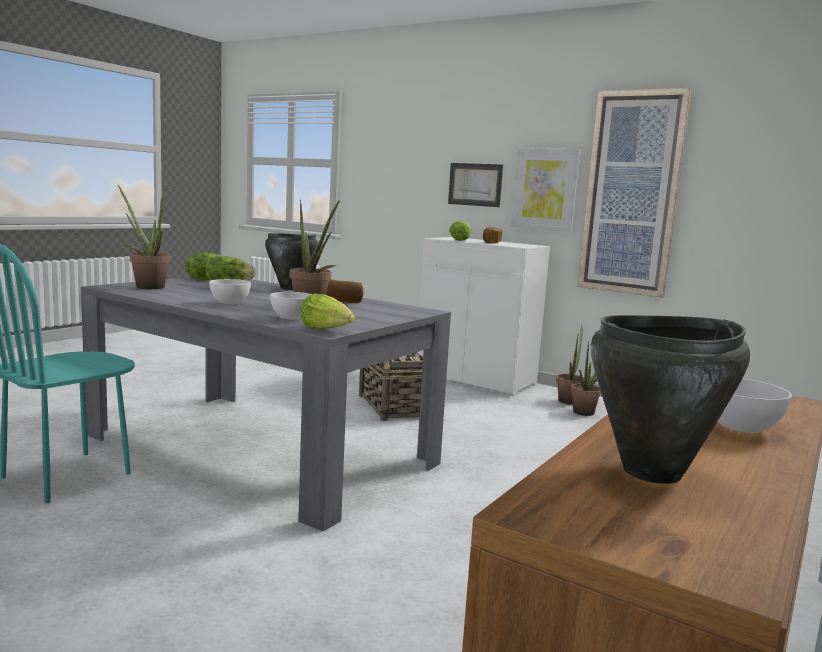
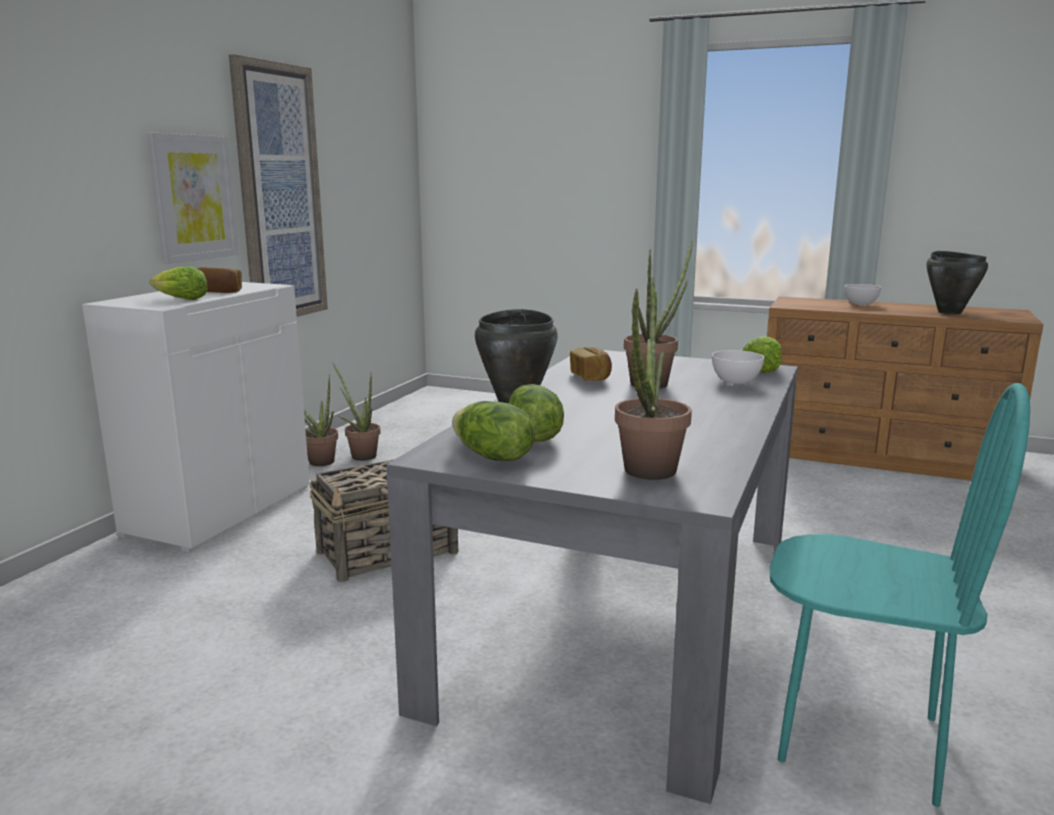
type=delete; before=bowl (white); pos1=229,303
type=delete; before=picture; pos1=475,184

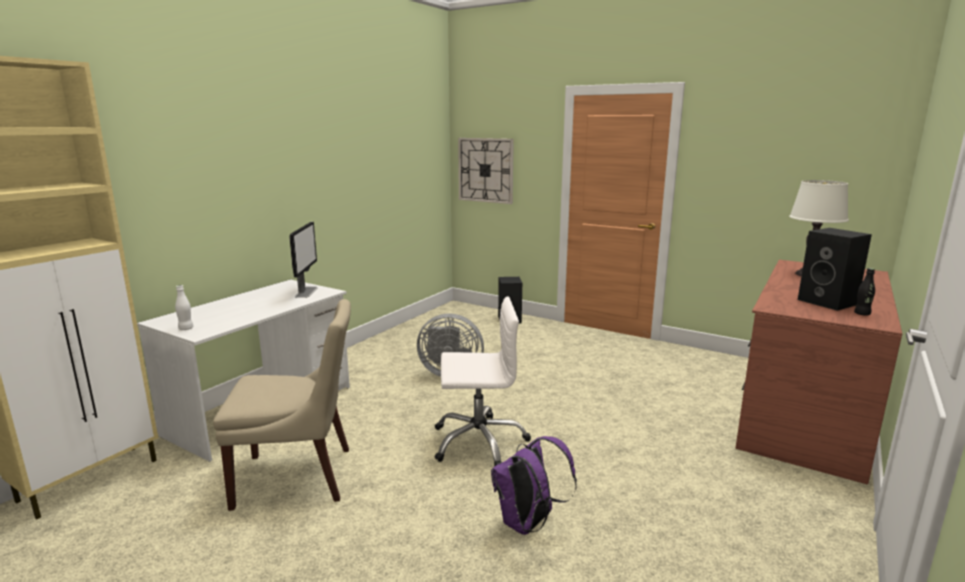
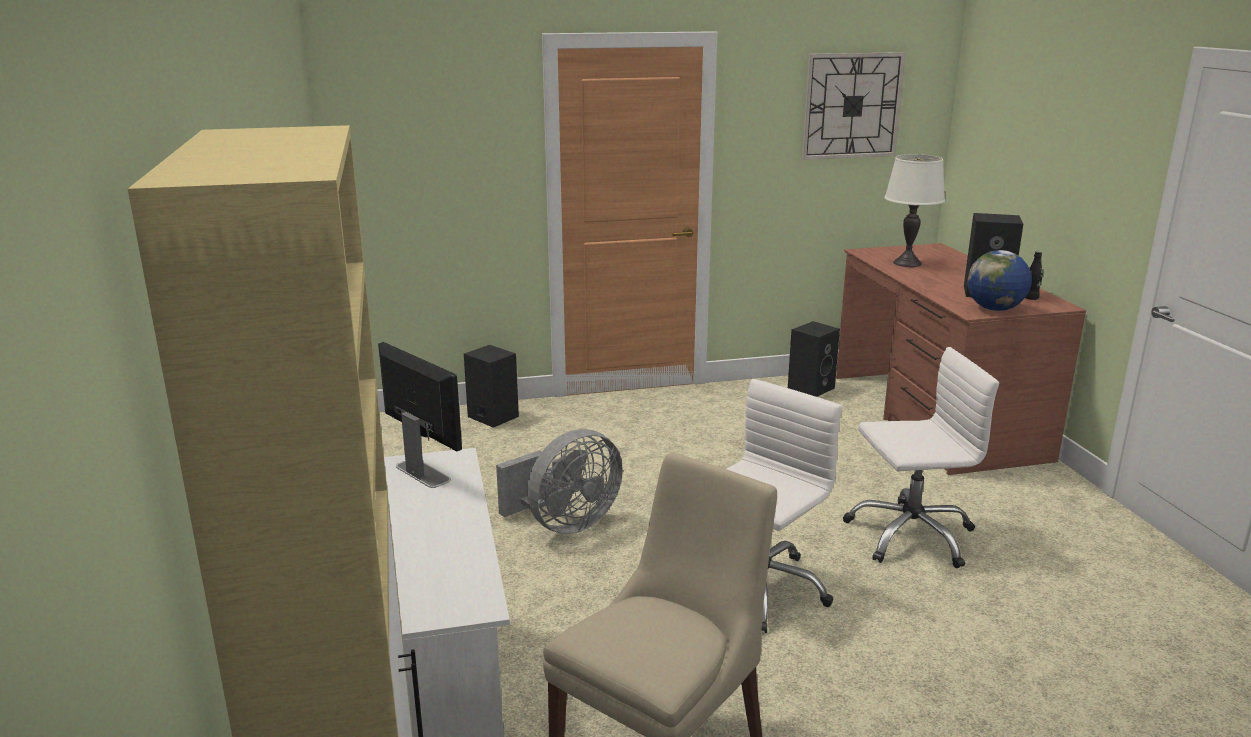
type=delete; before=bottle (white); pos1=186,328
type=move; before=wall clock; pos1=485,170; pos2=852,106
type=delete; before=backpack (purple); pos1=528,524
type=insert; after=speaker (black); pos2=810,388
type=insert; after=office chair (white); pos2=910,535
type=insert; after=globe; pos2=995,309

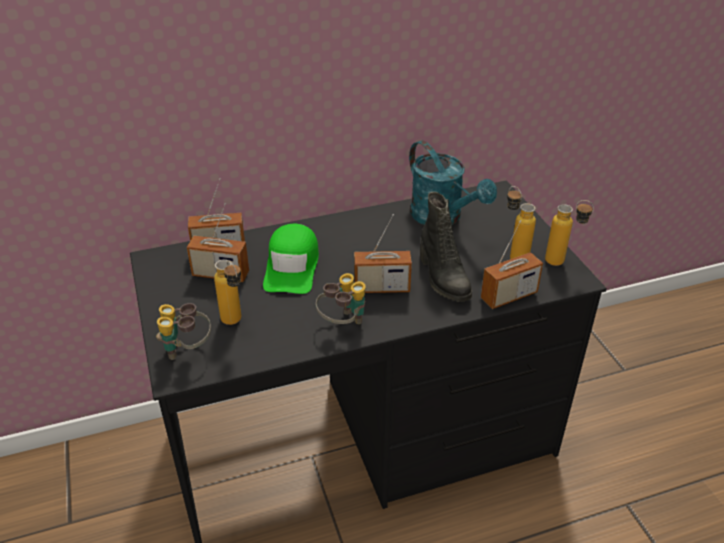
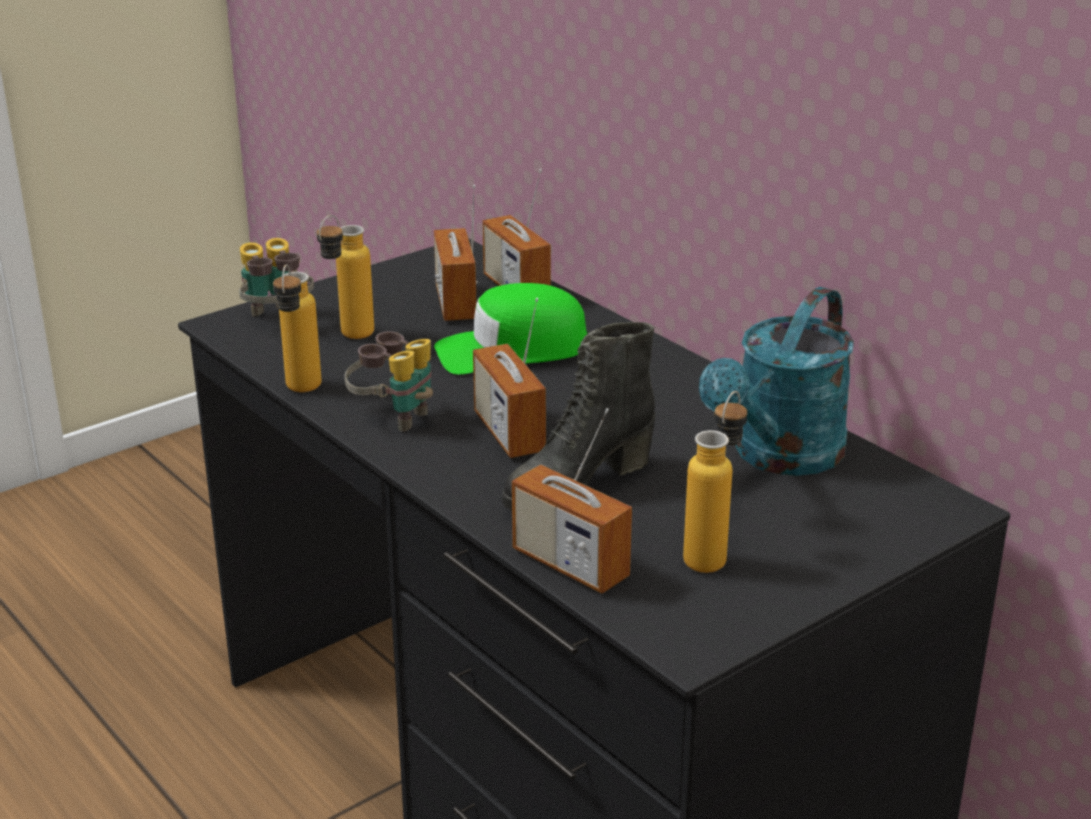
type=move; before=bottle; pos1=562,262; pos2=300,392

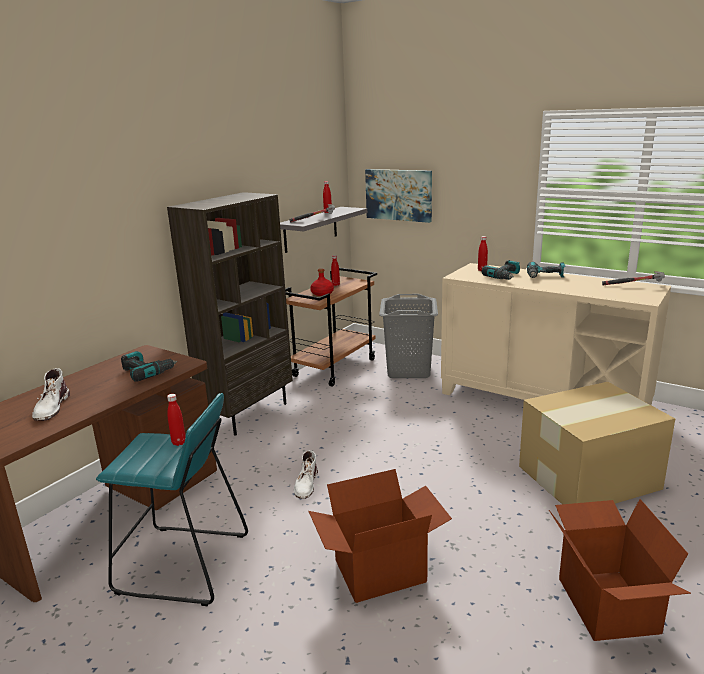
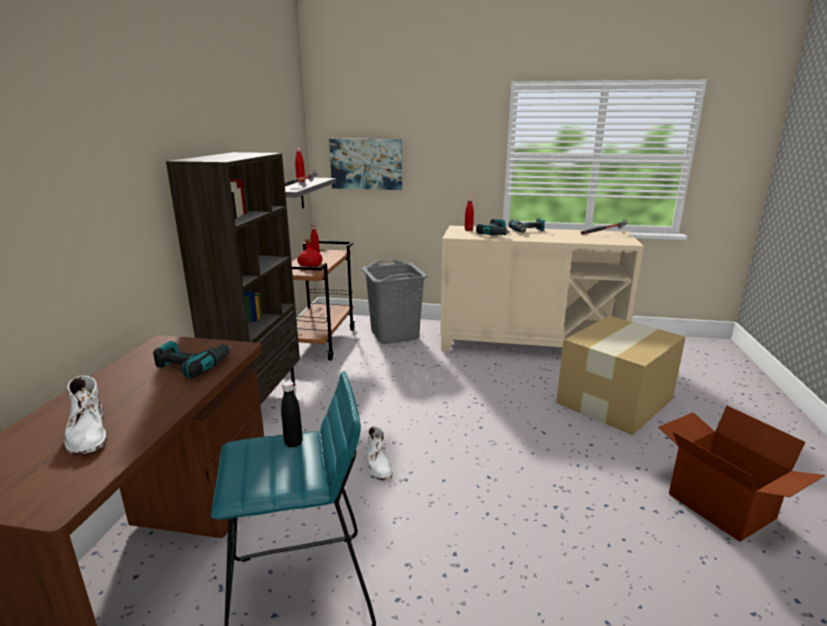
type=recolor; before=bottle (red); after=bottle (black); pos1=179,442; pos2=293,443
type=delete; before=cardboard box; pos1=379,569

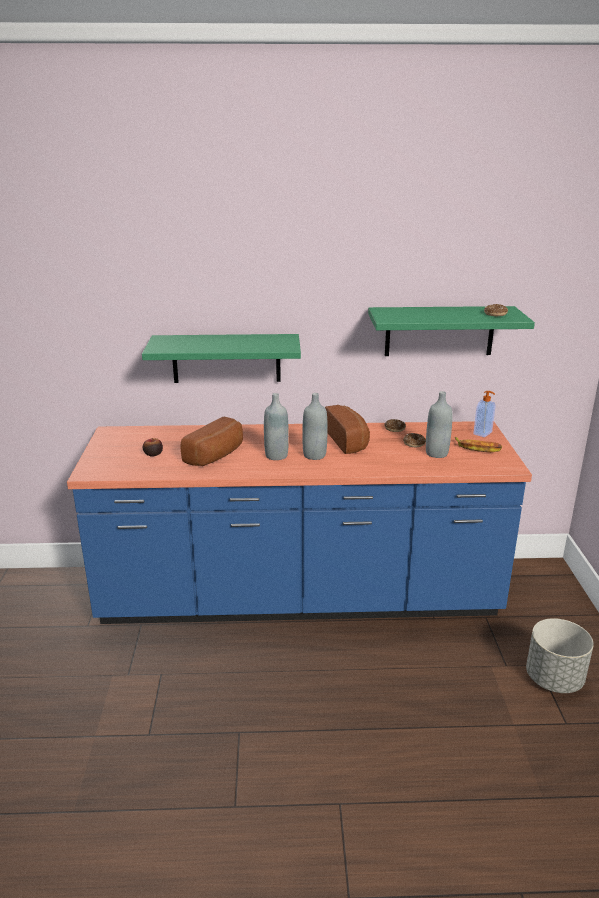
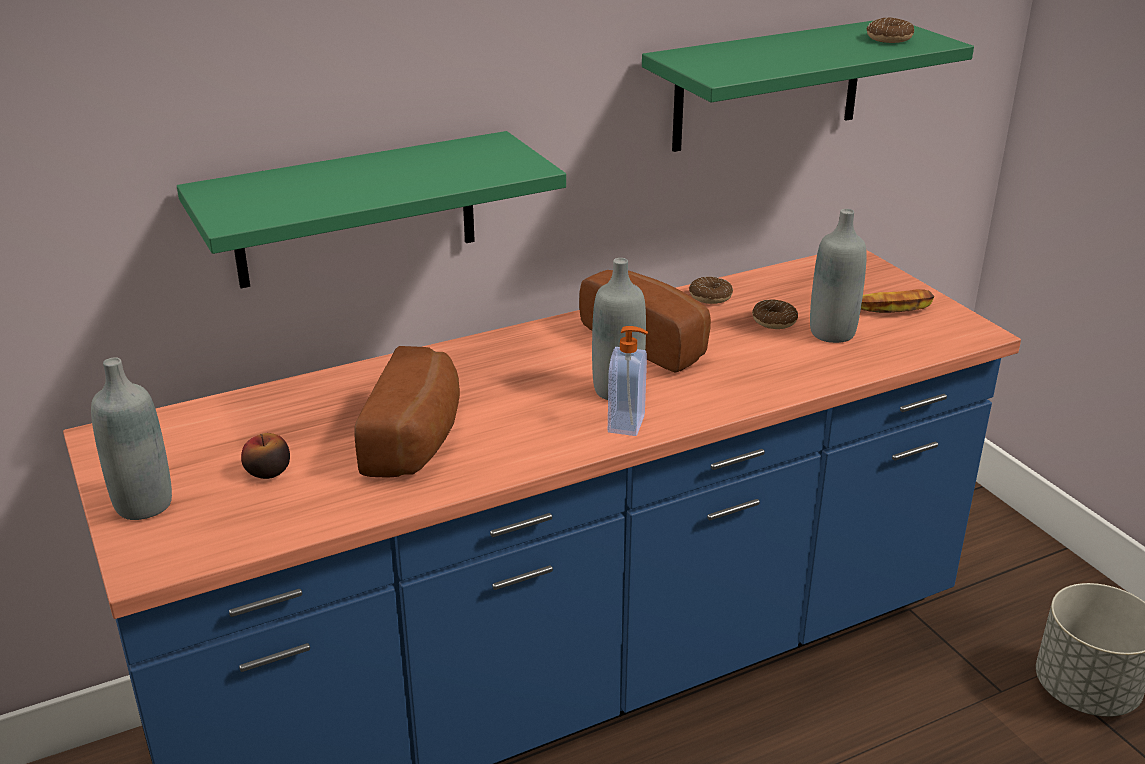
type=move; before=bottle (grey); pos1=276,455; pos2=143,504
type=move; before=soap dispenser; pos1=483,433; pos2=628,424

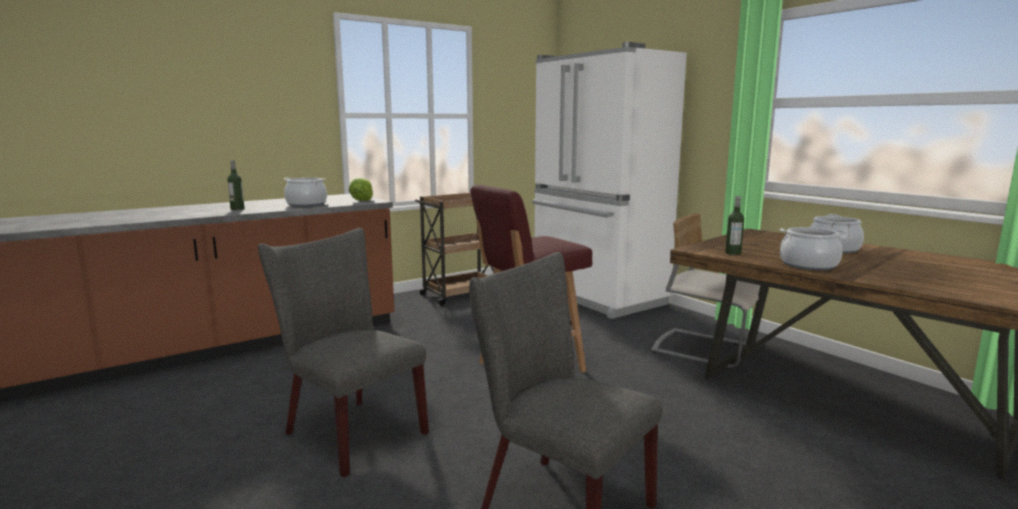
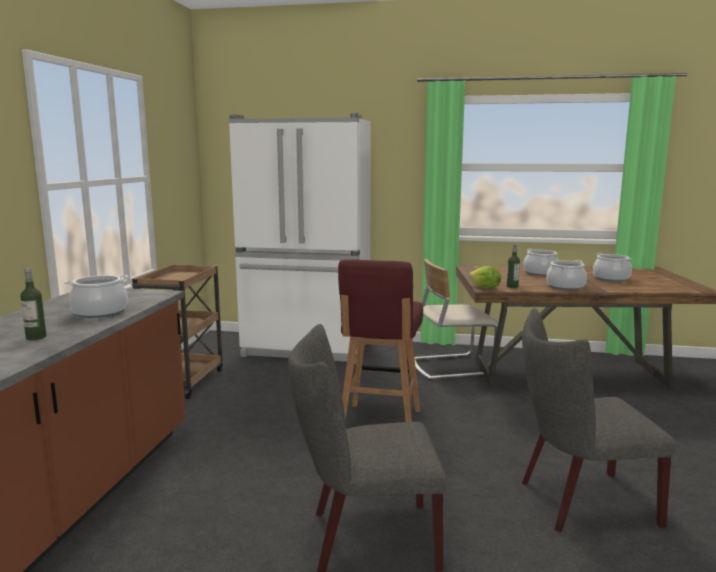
type=move; before=lettuce; pos1=362,200; pos2=485,288
type=insert; after=cooking pot; pos2=611,278

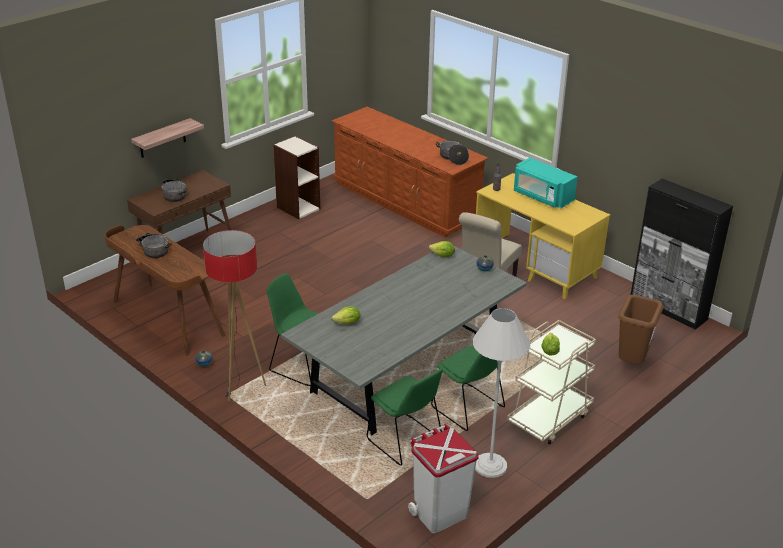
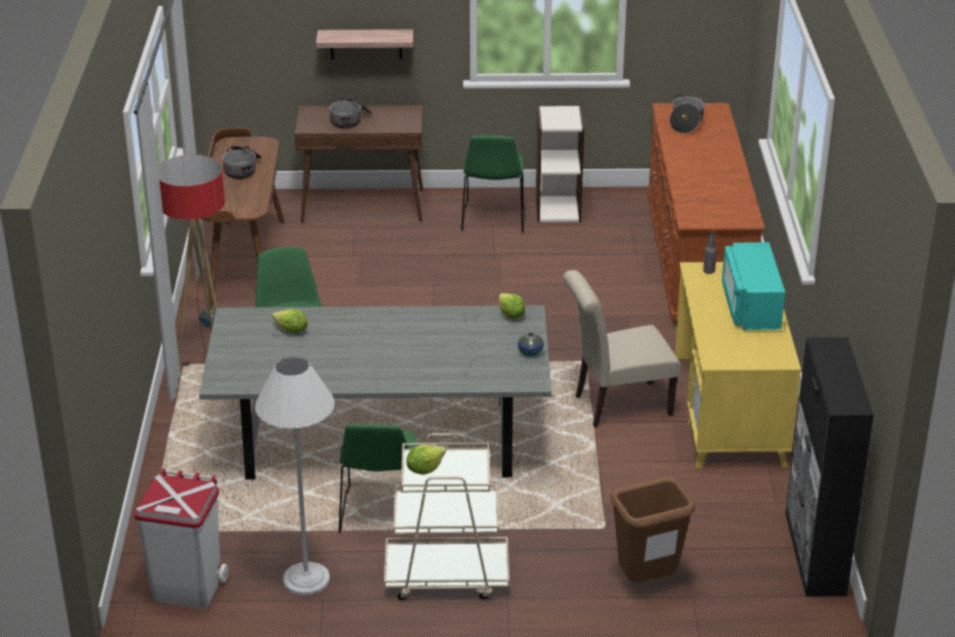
type=move; before=chair (green); pos1=406,441; pos2=493,220
type=move; before=cooking pot; pos1=452,158; pos2=686,122

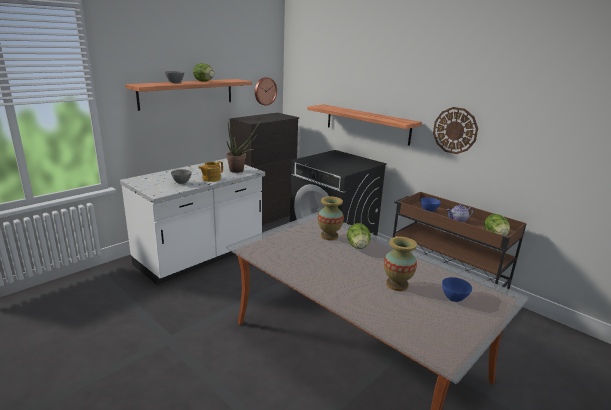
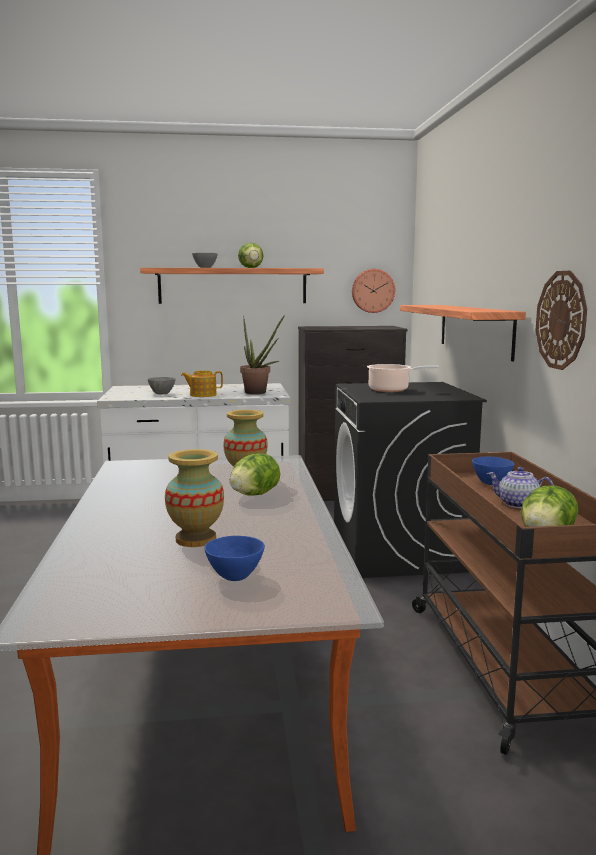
type=insert; after=cooking pot; pos2=391,390

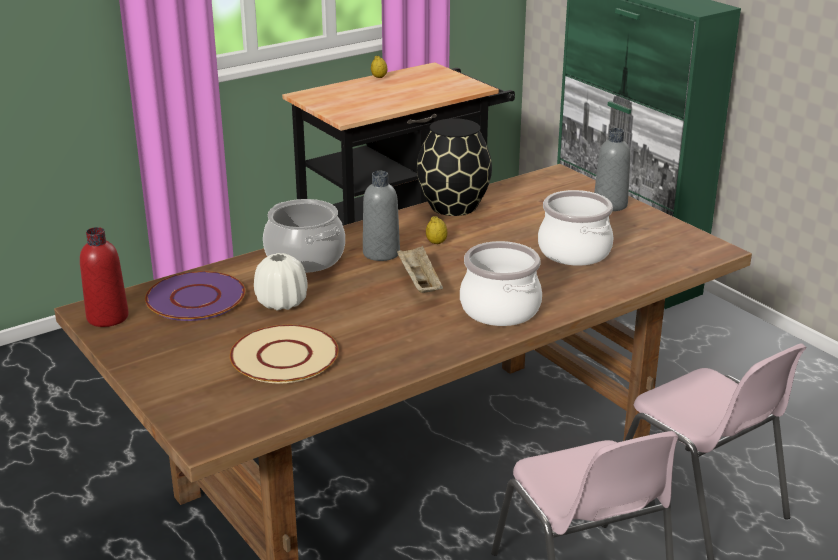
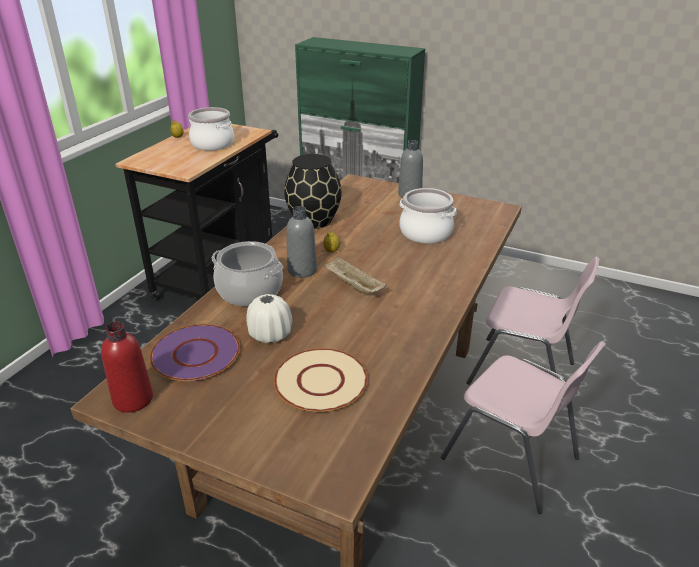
type=move; before=cooking pot; pos1=499,310; pos2=212,144

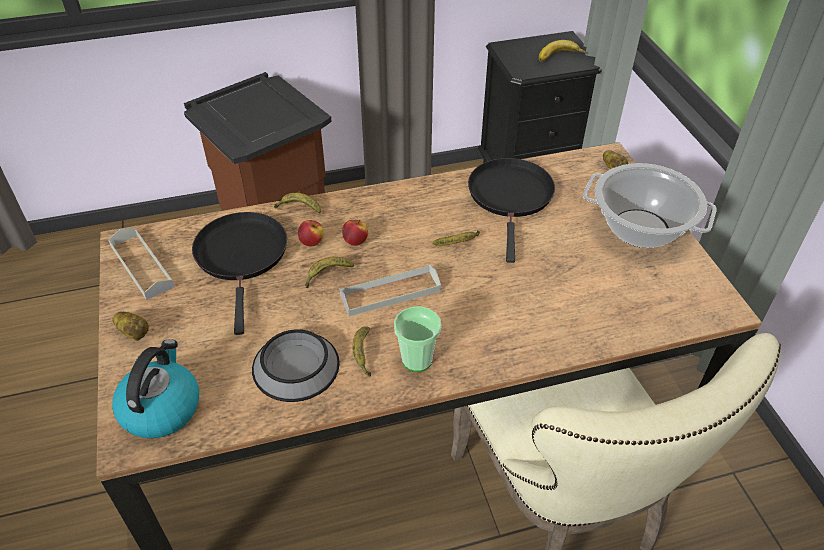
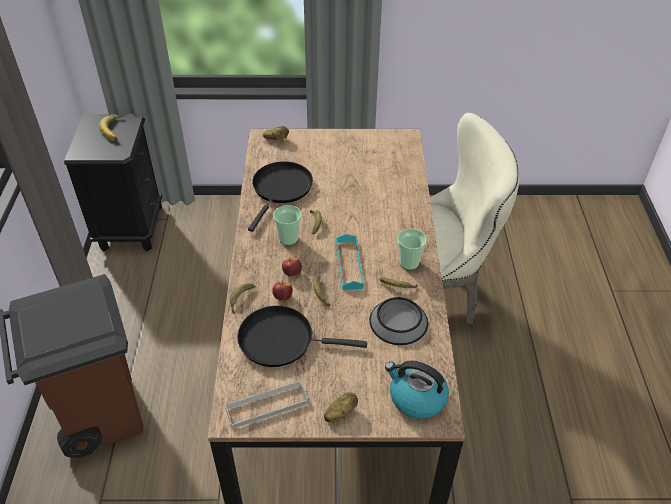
type=recolor; before=tray (grey); after=tray (turquoise); pos1=390,293; pos2=349,264
type=rotate; before=frying pan (black); pos1=511,197; pos2=281,189; turn=90
type=delete; before=cooking pot; pos1=641,229
type=insert; after=cup; pos2=288,239

